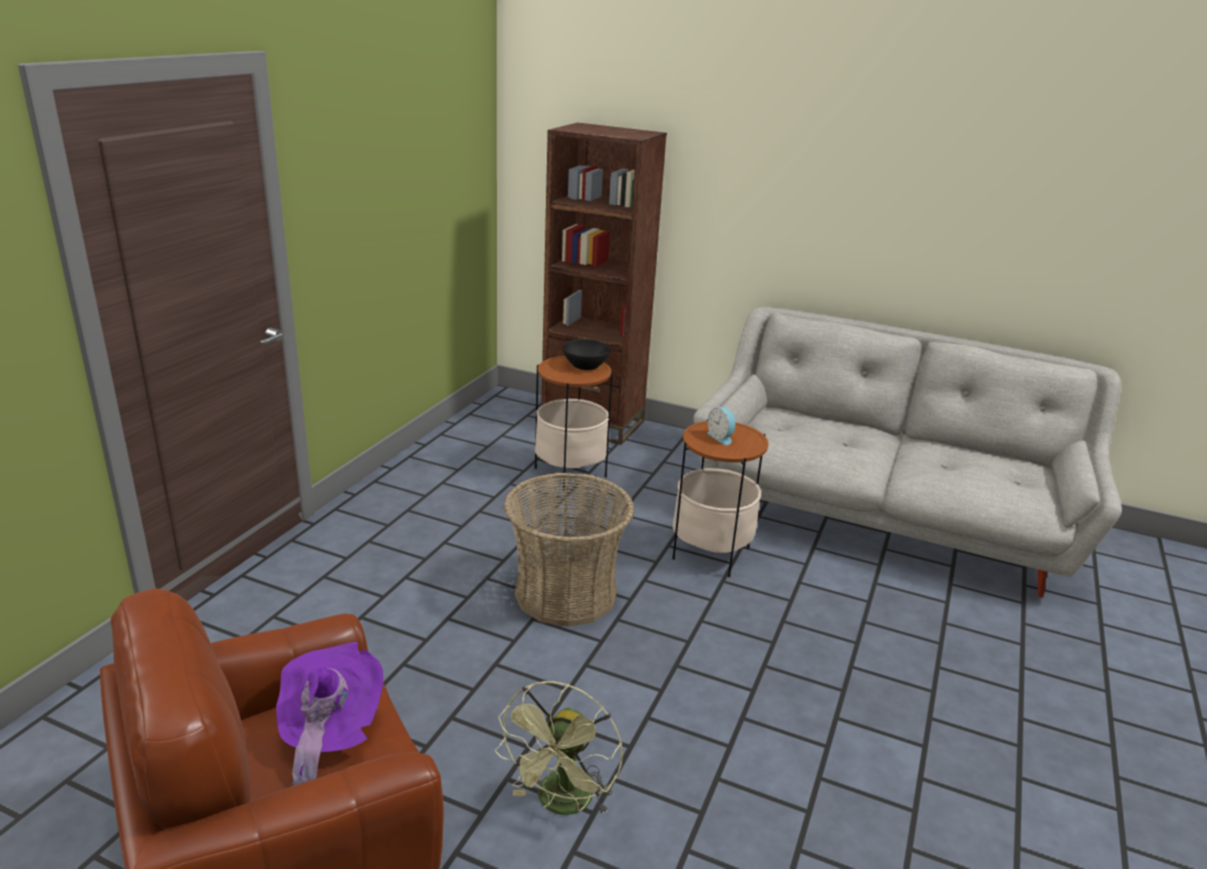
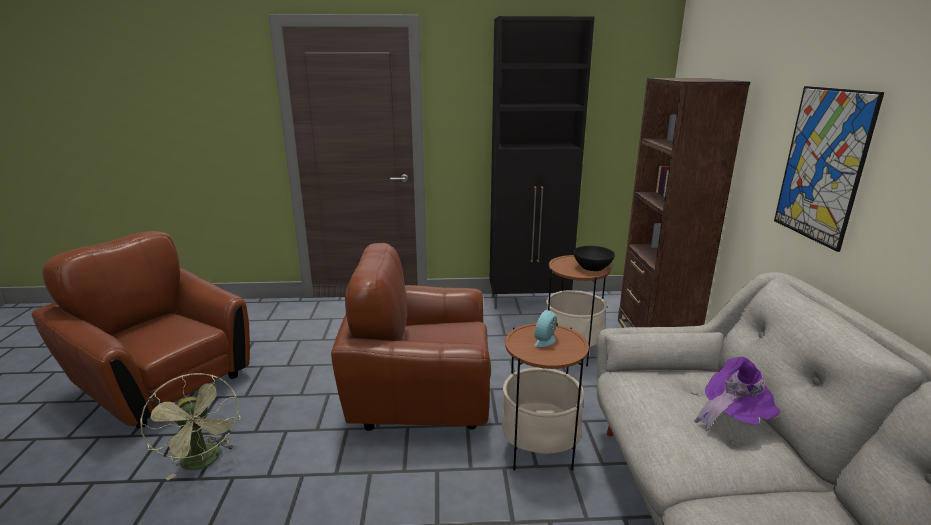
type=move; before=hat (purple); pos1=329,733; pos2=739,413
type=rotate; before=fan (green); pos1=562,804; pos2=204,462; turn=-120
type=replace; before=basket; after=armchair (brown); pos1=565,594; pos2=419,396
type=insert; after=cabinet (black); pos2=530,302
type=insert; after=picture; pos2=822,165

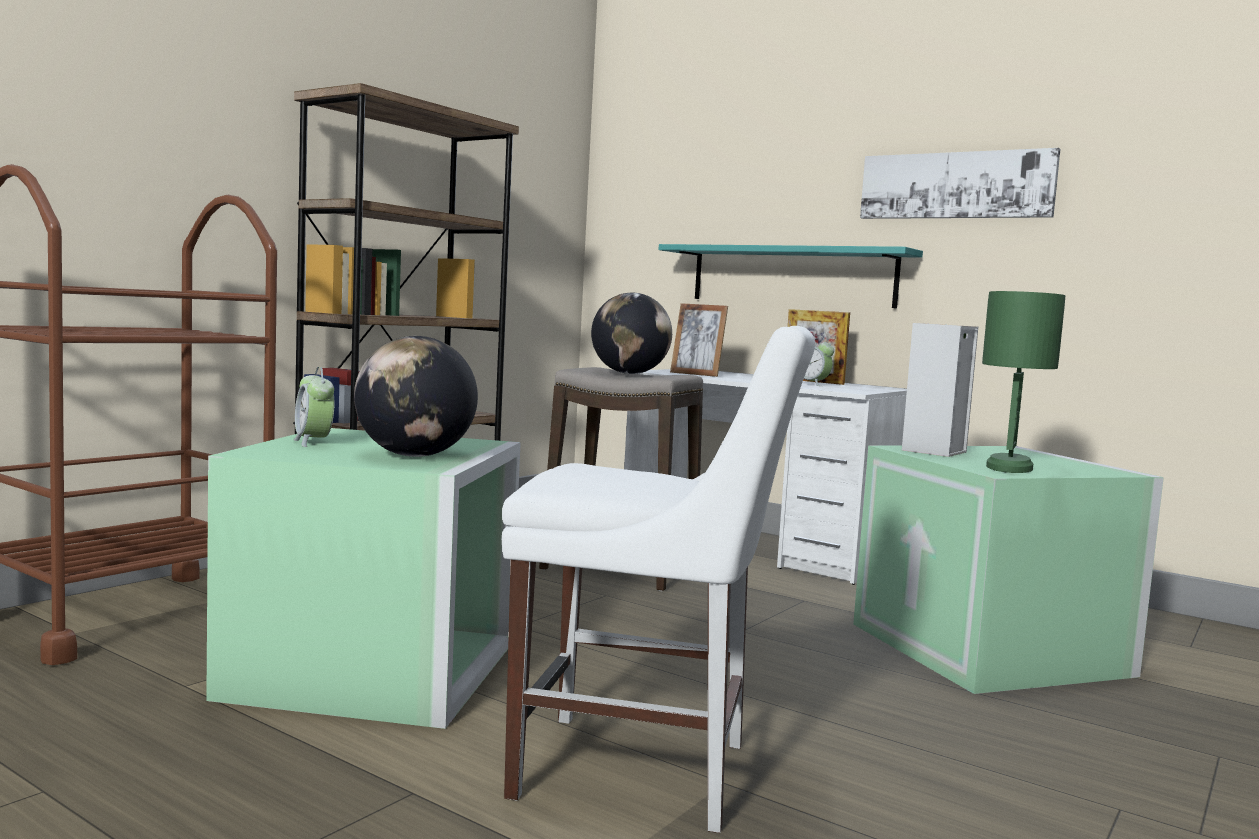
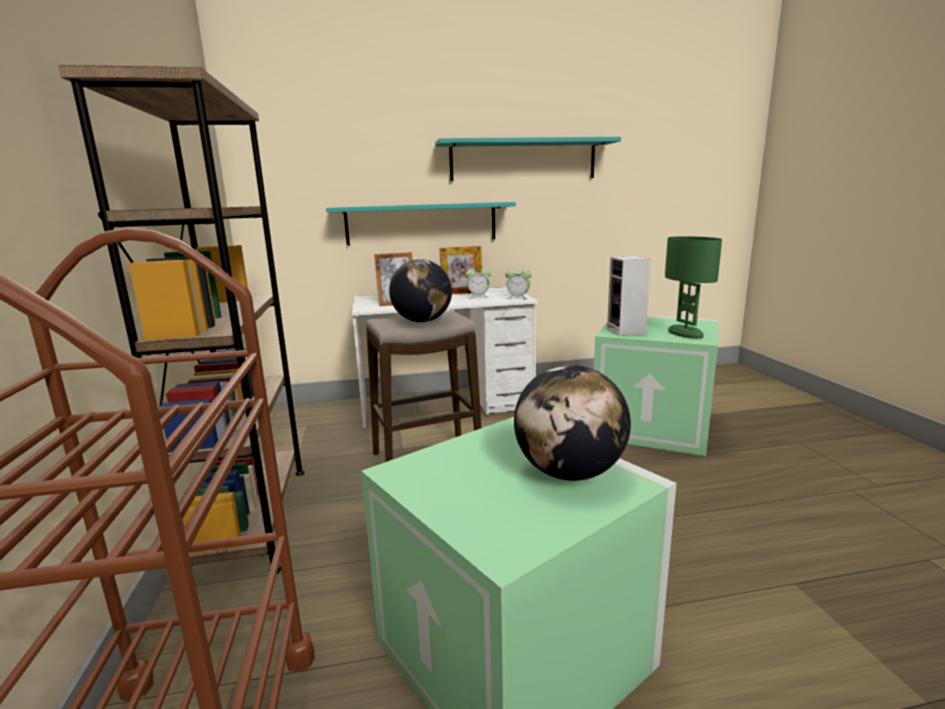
type=move; before=alarm clock; pos1=313,442; pos2=518,298
type=delete; before=chair (white); pos1=645,772
type=replace; before=picture; after=shelf (turquoise); pos1=956,185; pos2=523,160

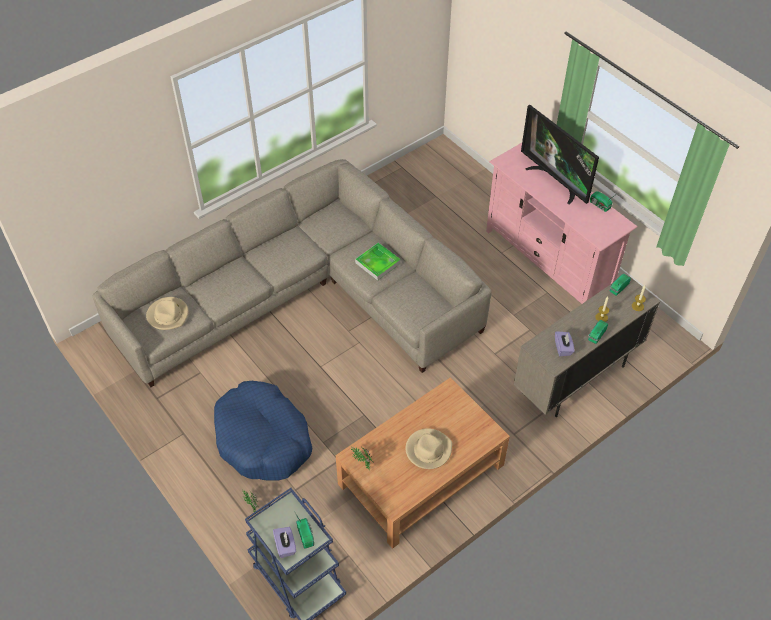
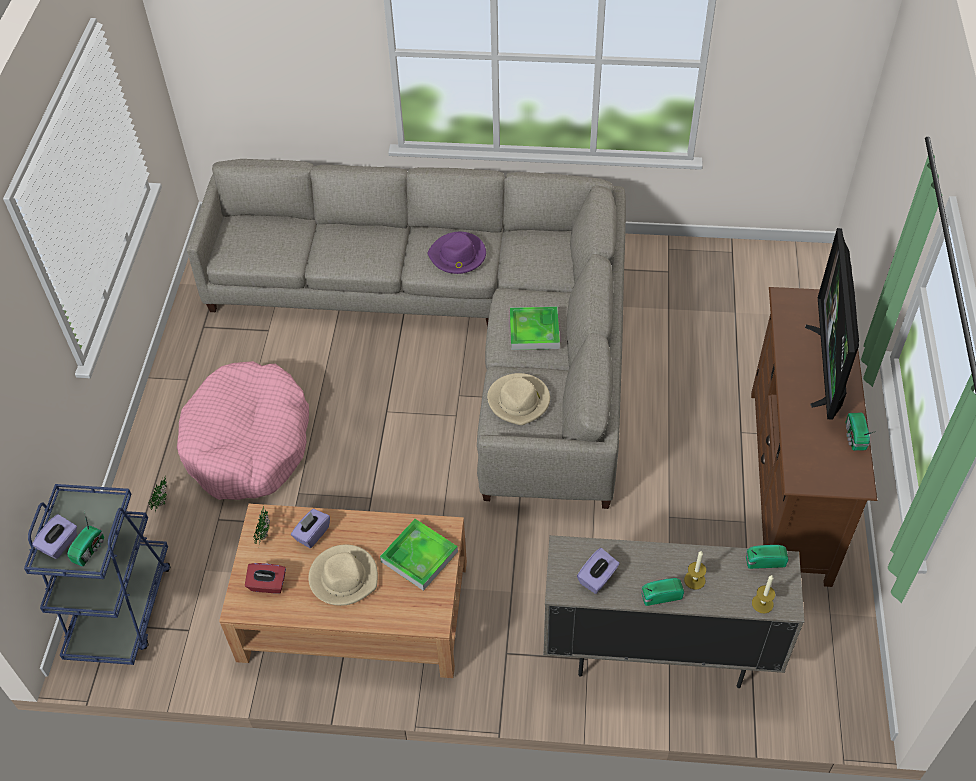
type=move; before=hat (beige); pos1=168,315; pos2=519,401
type=recolor; before=dog bed (blue); after=dog bed (pink); pos1=263,439; pos2=248,443
type=recolor; before=tv stand (pink); after=tv stand (brown); pos1=548,261; pos2=790,485
type=insert; after=tissue box (red); pos2=267,585
type=insert; after=tissue box (purple); pos2=312,534
type=insert; after=tray; pos2=419,556
type=insert; after=hat (purple); pos2=458,256

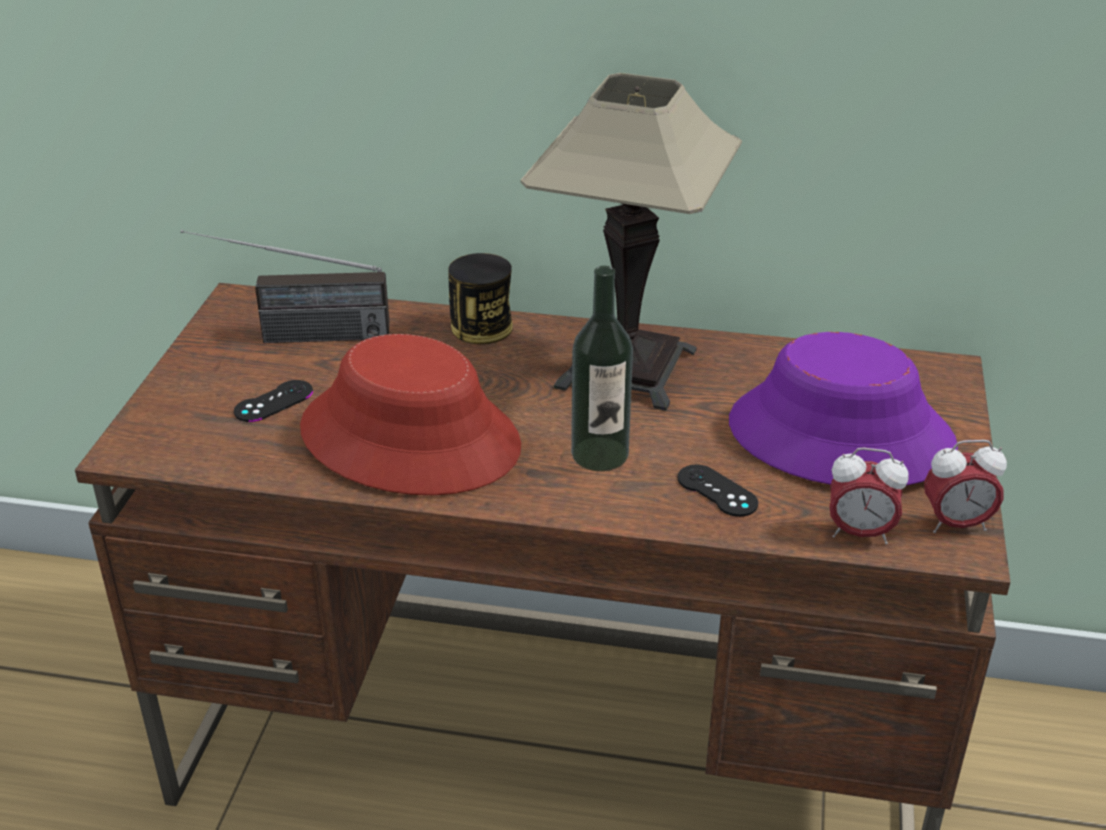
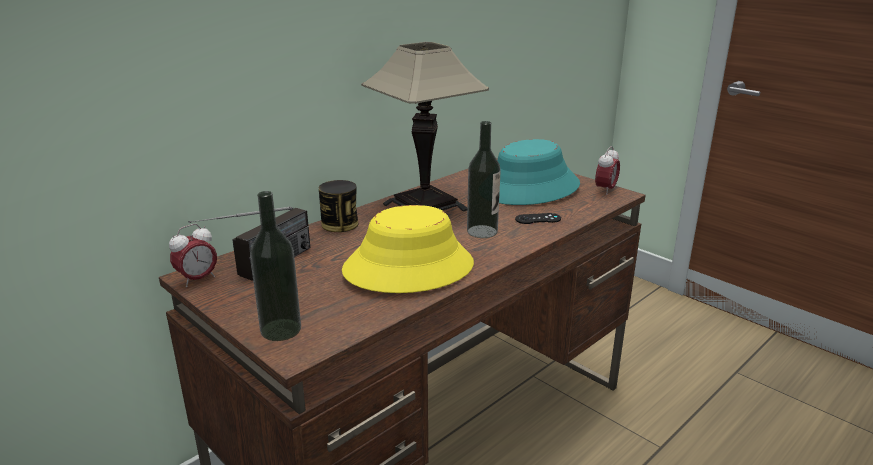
type=delete; before=game controller (black); pos1=273,401
type=recolor; before=hat (red); after=hat (yellow); pos1=411,438; pos2=408,267
type=recolor; before=hat (purple); after=hat (turquoise); pos1=839,436; pos2=529,188
type=move; before=alarm clock; pos1=859,533; pos2=197,279
type=insert; after=bottle; pos2=281,329

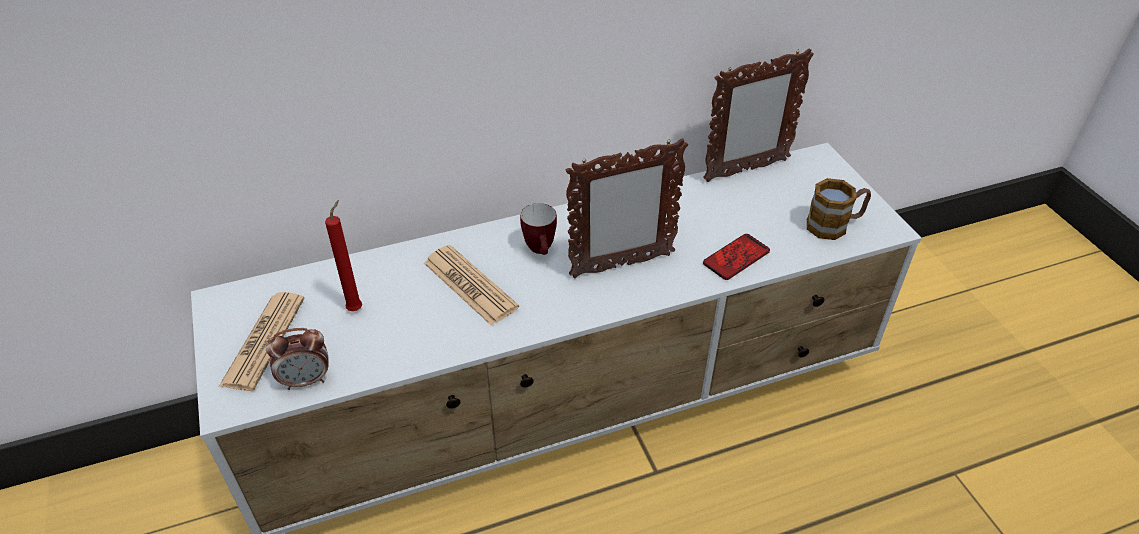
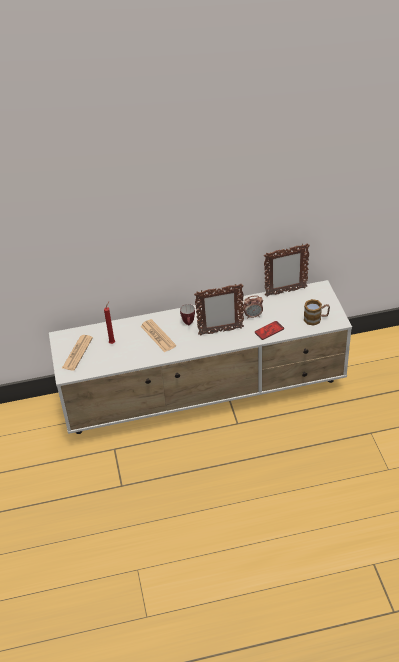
type=move; before=alarm clock; pos1=306,380; pos2=253,316

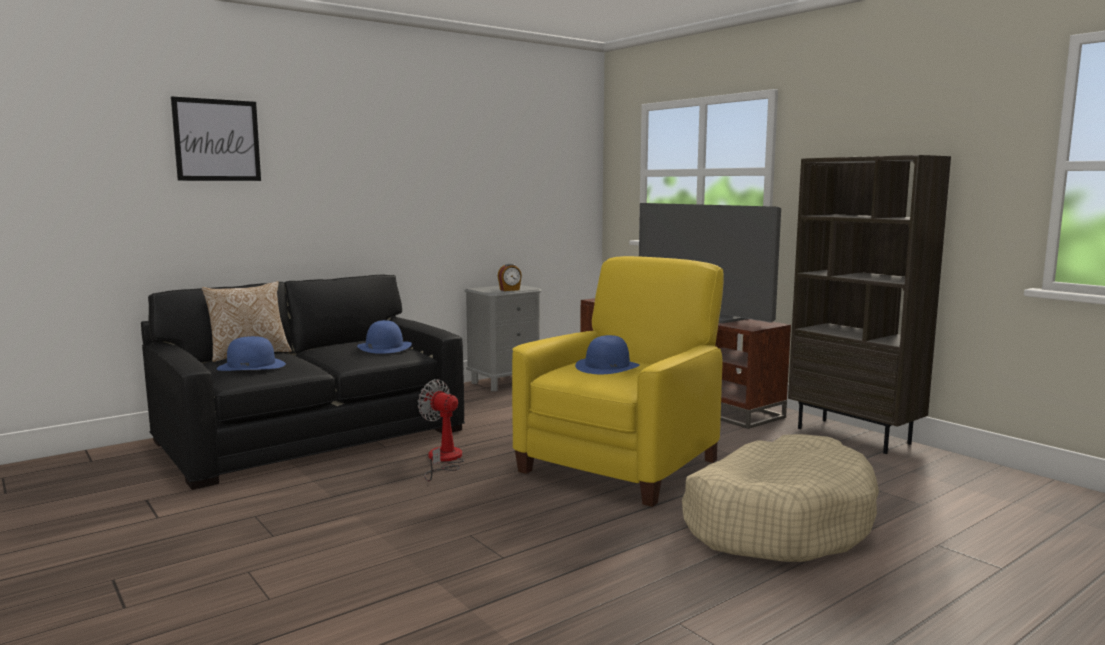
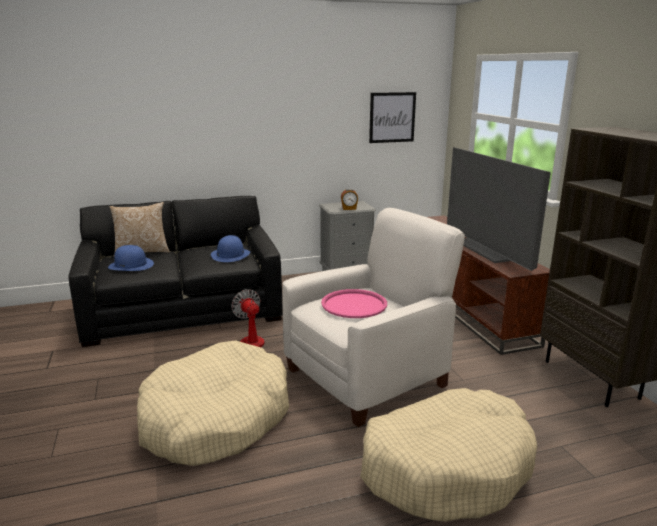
type=move; before=picture; pos1=217,140; pos2=392,117
type=recolor; before=armchair (yellow); after=armchair (white); pos1=621,465; pos2=367,376
type=replace; before=hat (blue); after=tray (pink); pos1=607,367; pos2=354,304
type=insert; after=dog bed (beige); pos2=216,418

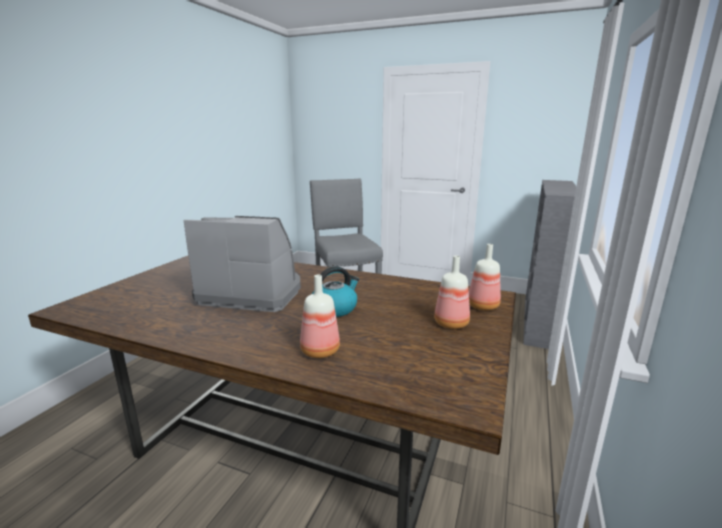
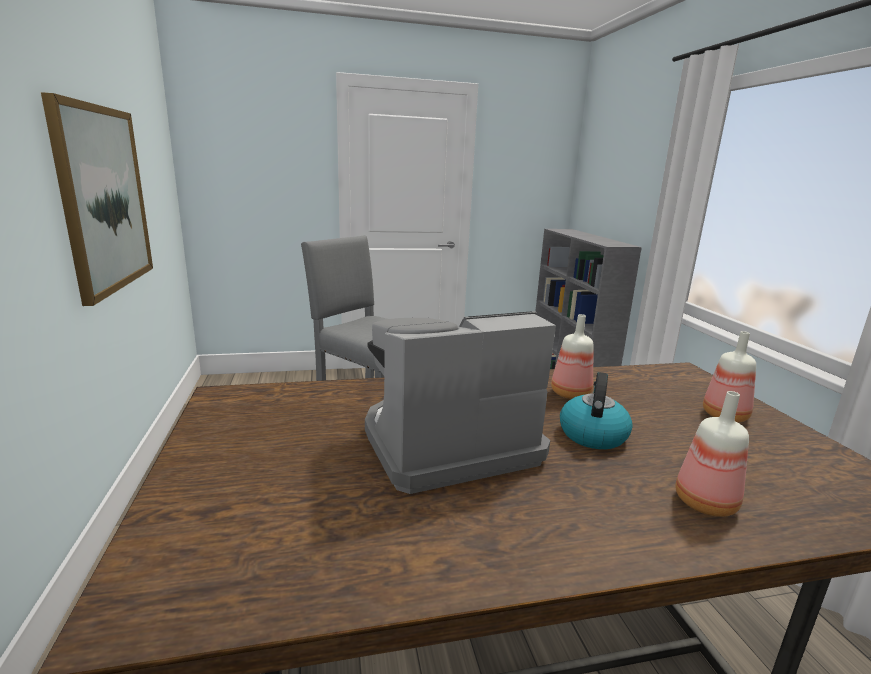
type=move; before=bottle; pos1=482,306; pos2=569,394
type=insert; after=picture; pos2=104,199

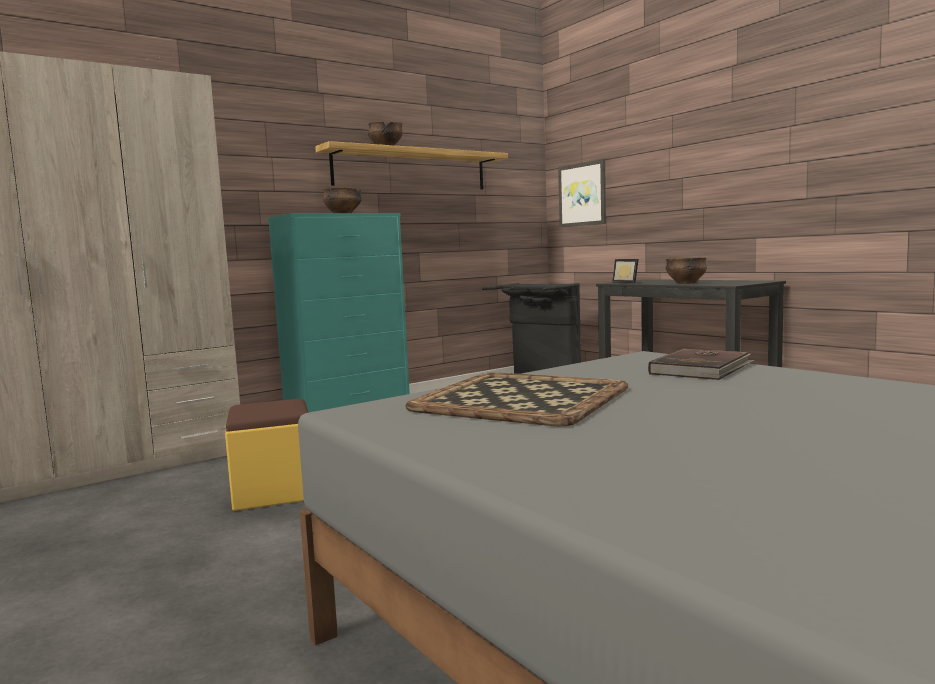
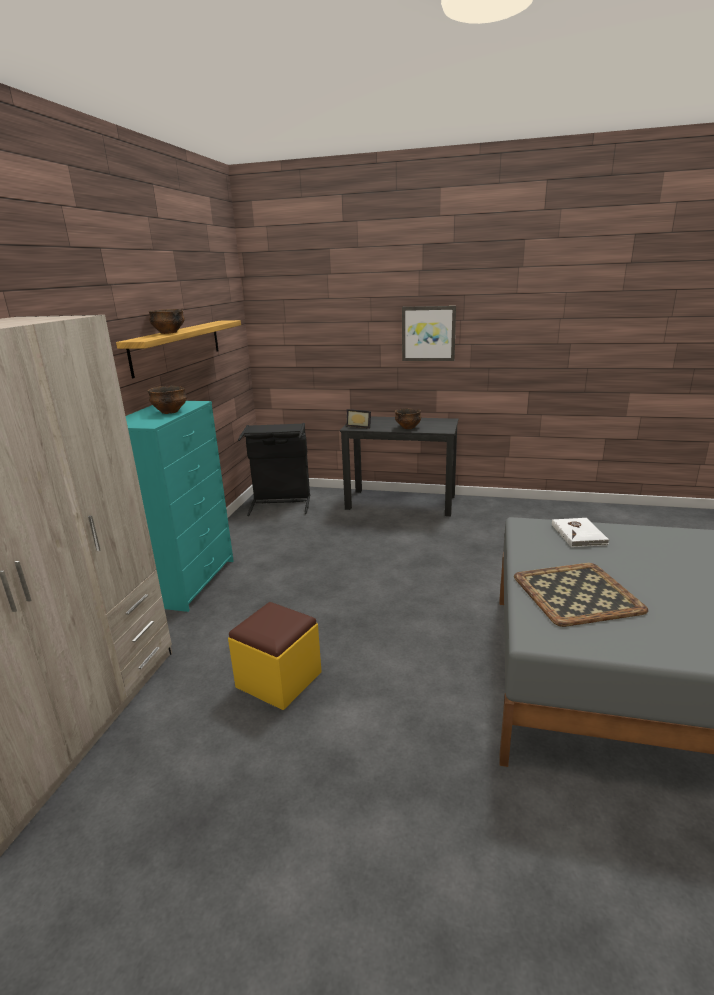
type=move; before=picture; pos1=582,194; pos2=428,333
type=recolor; before=book (brown); after=book (white); pos1=702,369; pos2=579,534

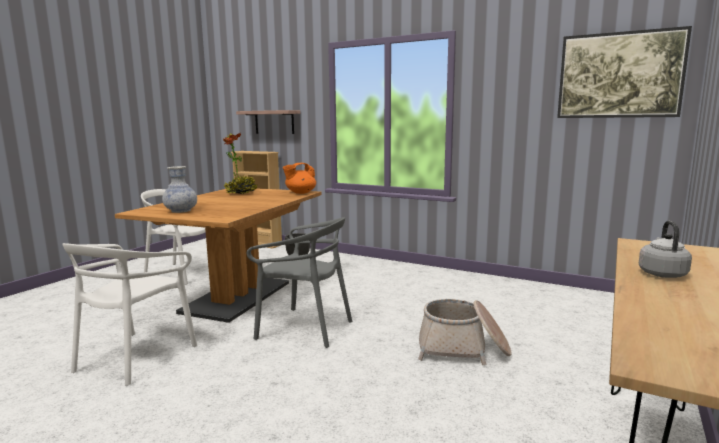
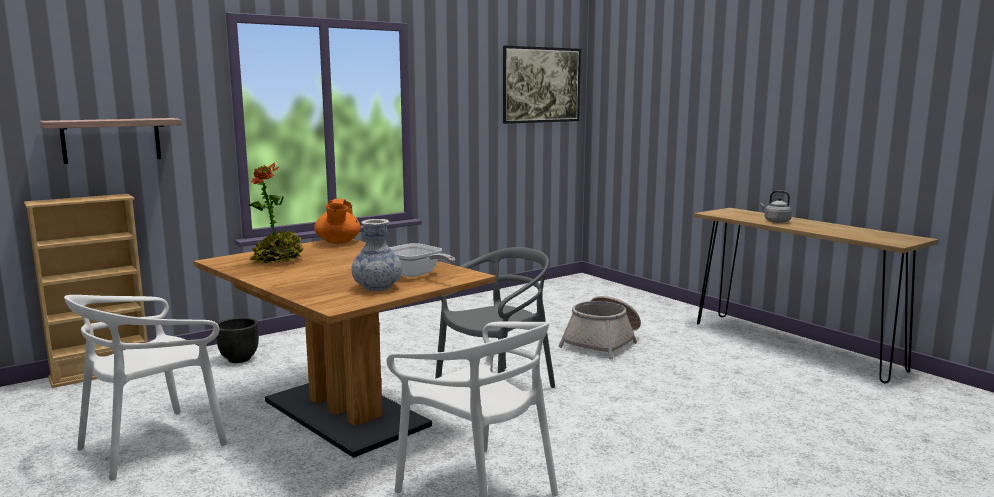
type=insert; after=frying pan; pos2=416,275

